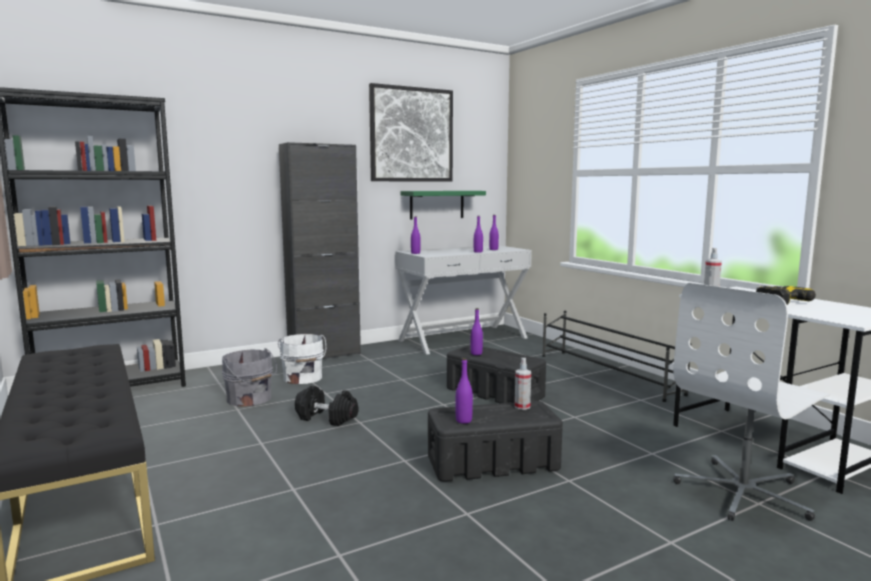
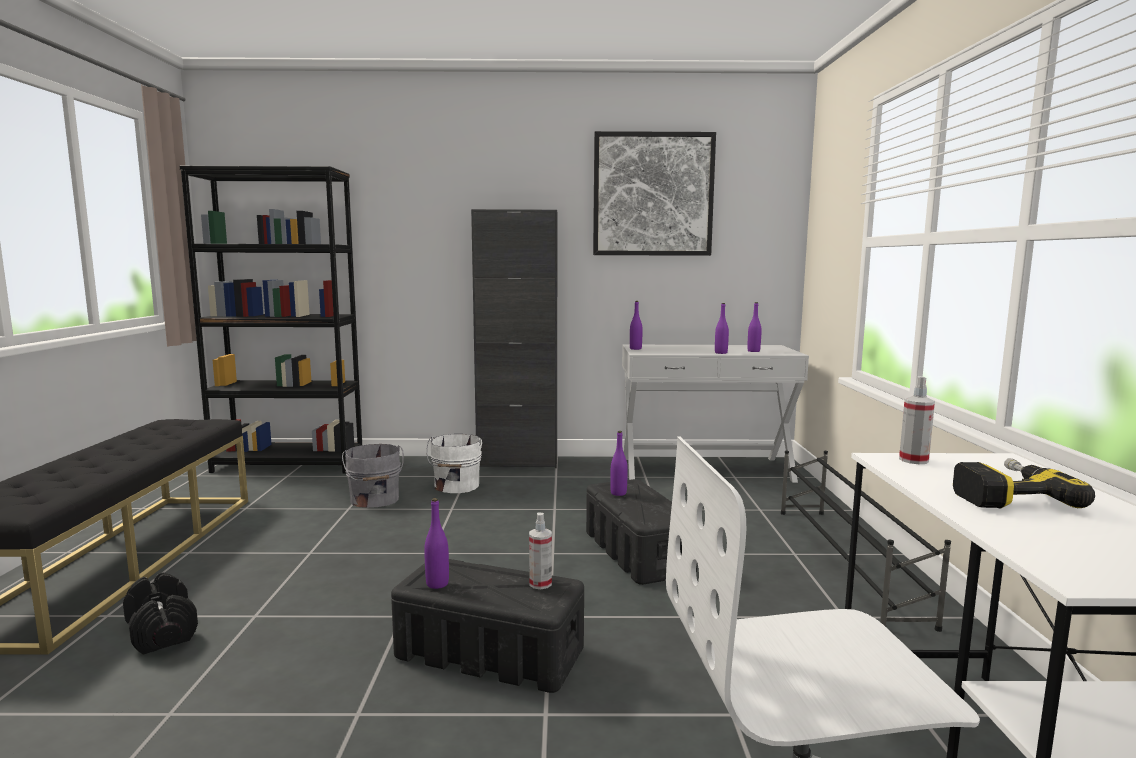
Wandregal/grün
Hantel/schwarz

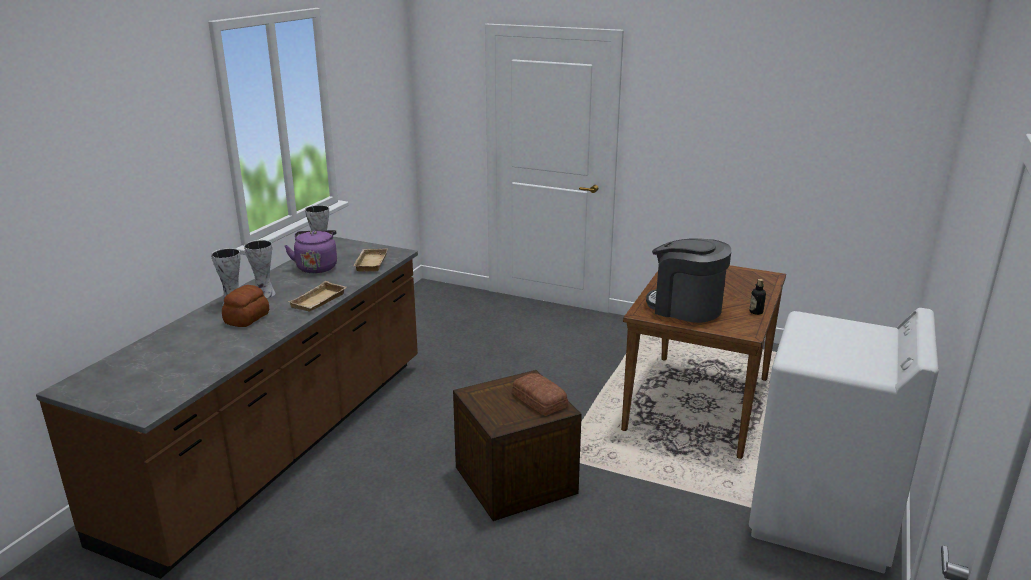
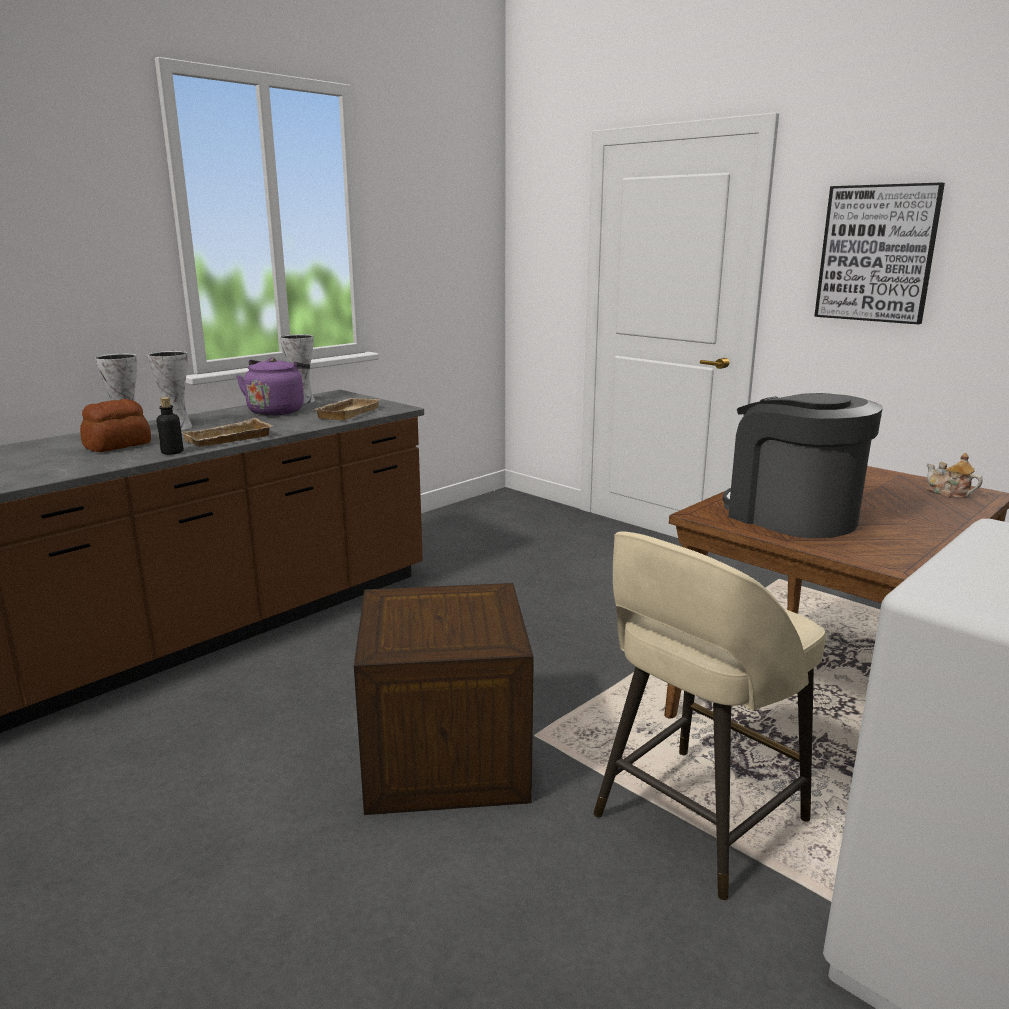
Brot (2nd from left in the first image)
Hocker/beige
Bild
Teekanne
Flasche

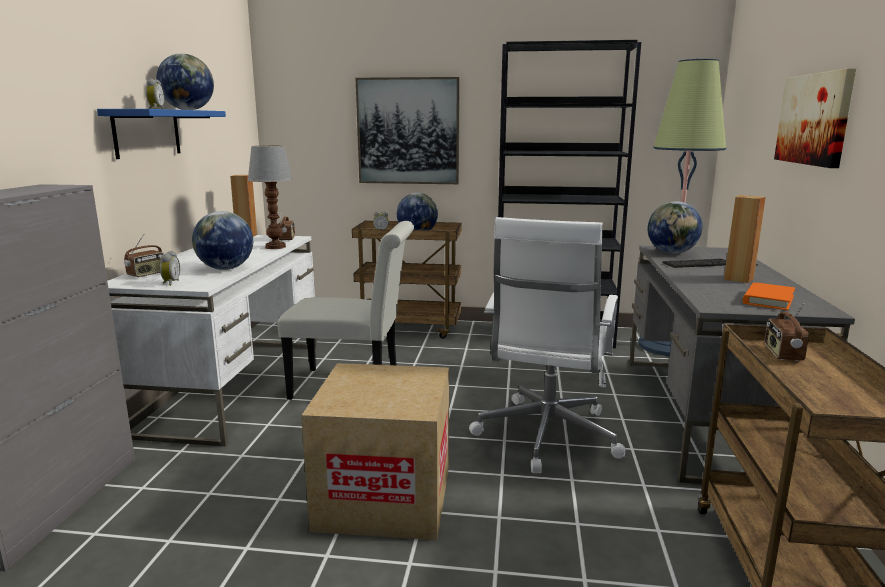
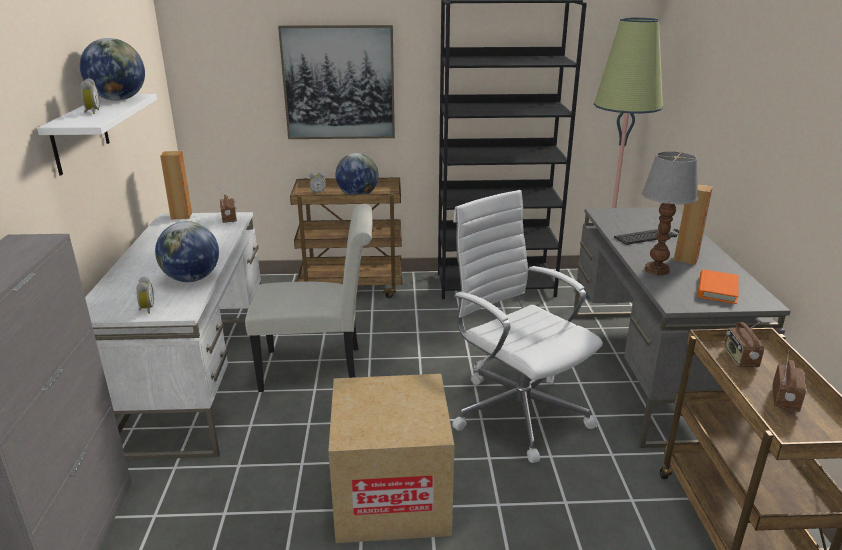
Globus (4th from left in the first image)
Bild (2nd from left in the first image)
Radio (3rd from left)
Tischlampe
Wandregal/weiß
Bürostuhl/weiß

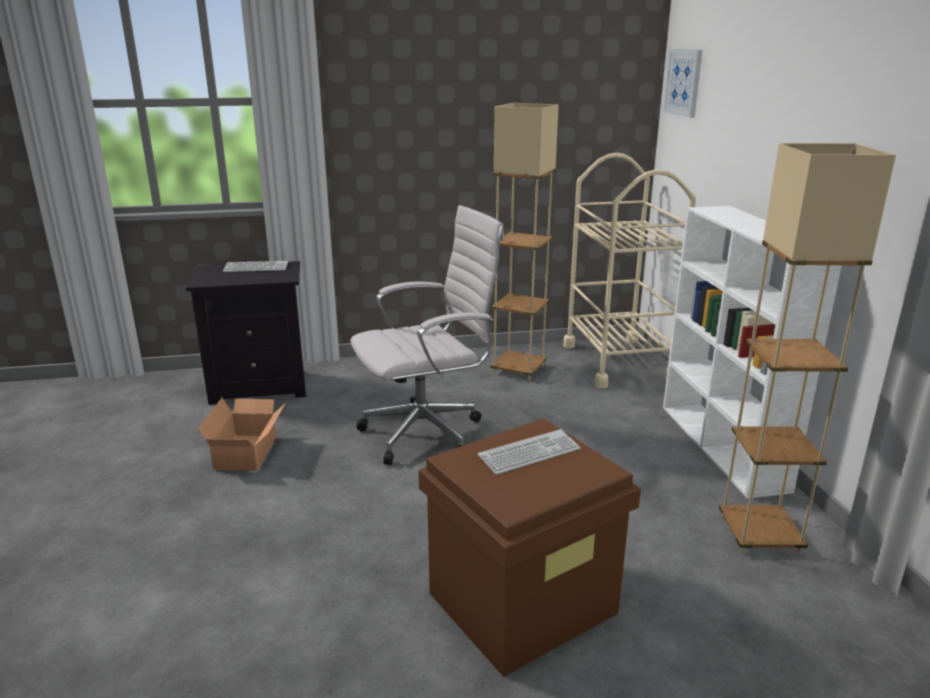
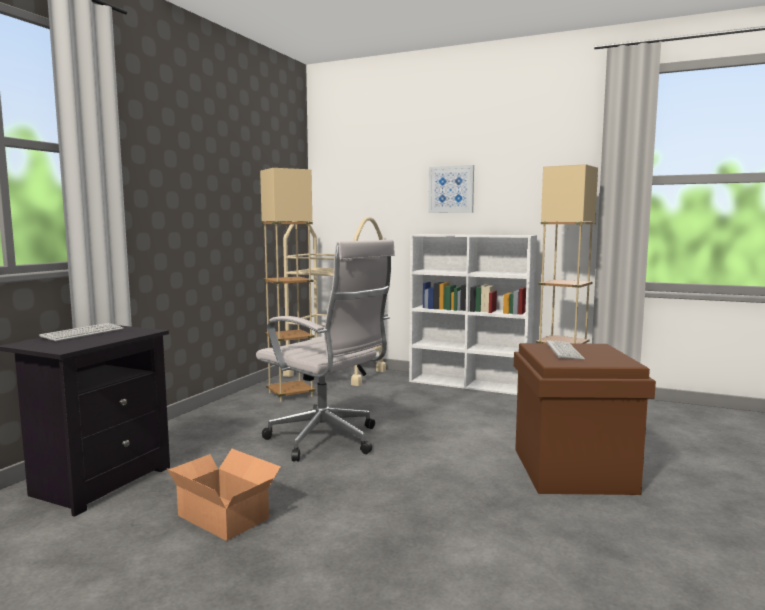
Bild
Bürostuhl/weiß

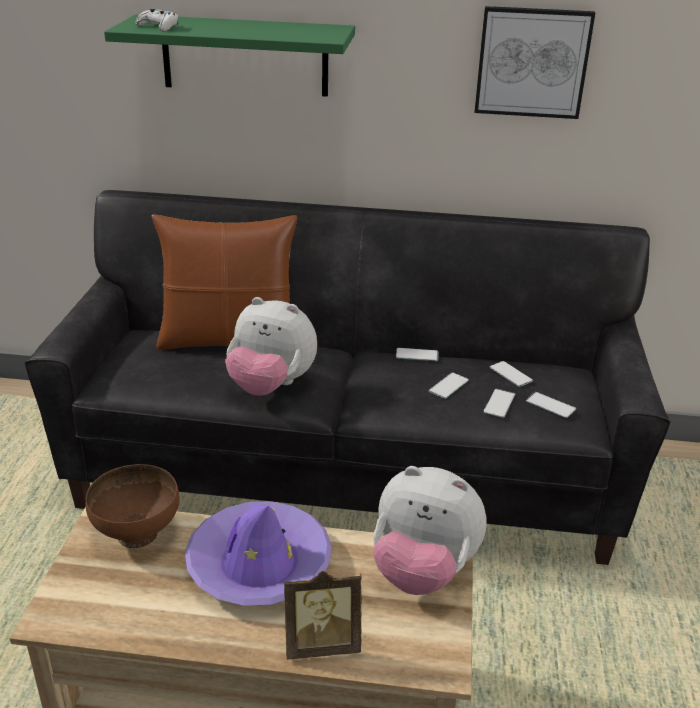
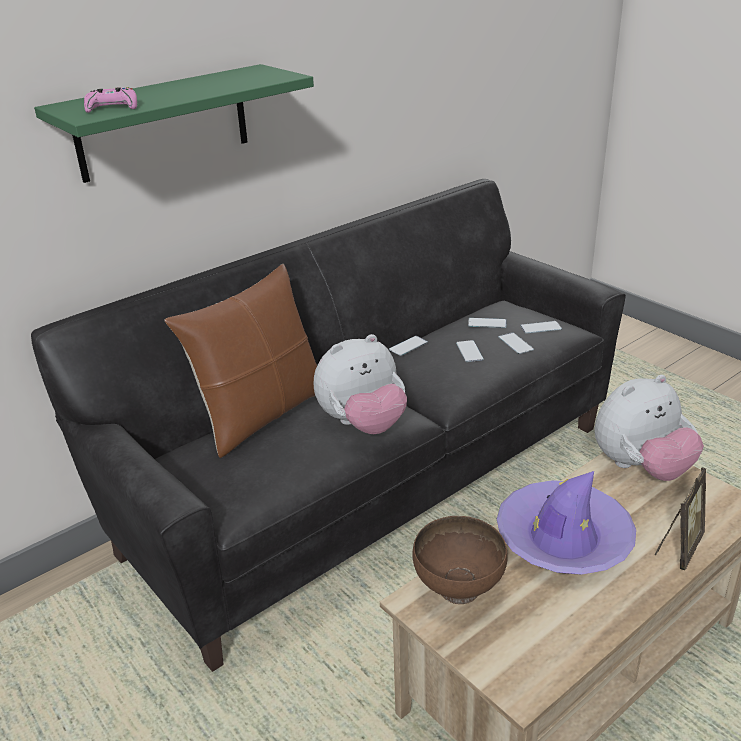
Bild
Gamepad/rosa

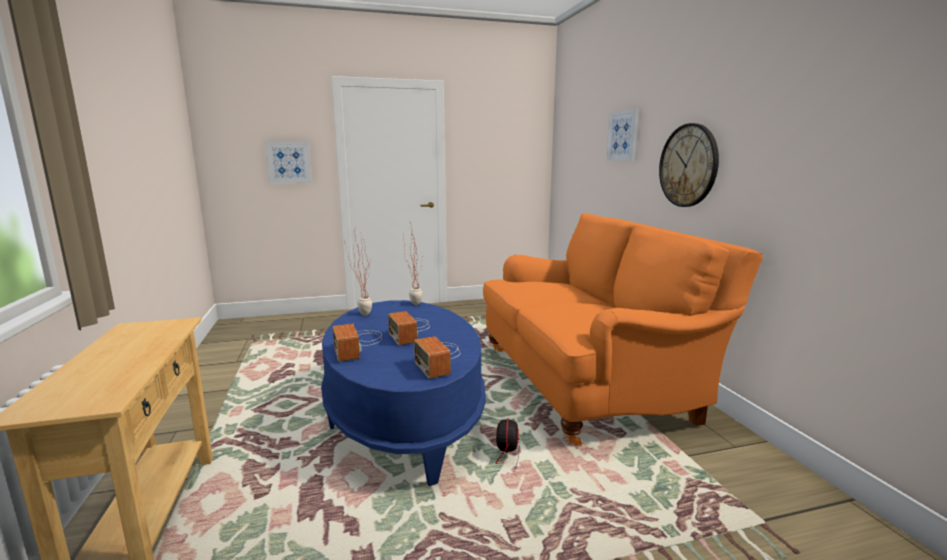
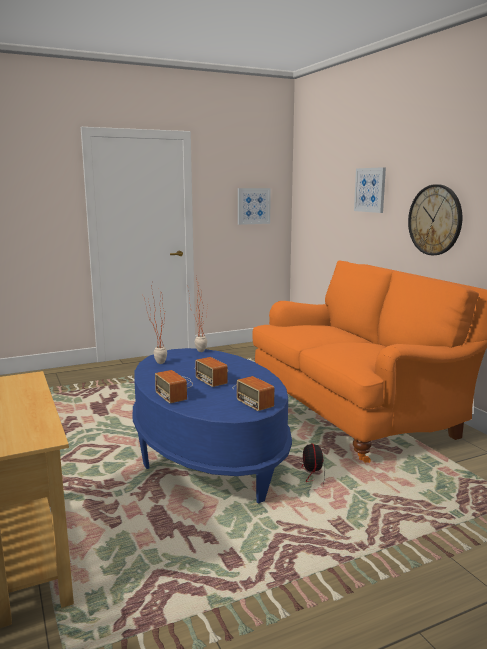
Bild (1st from left)

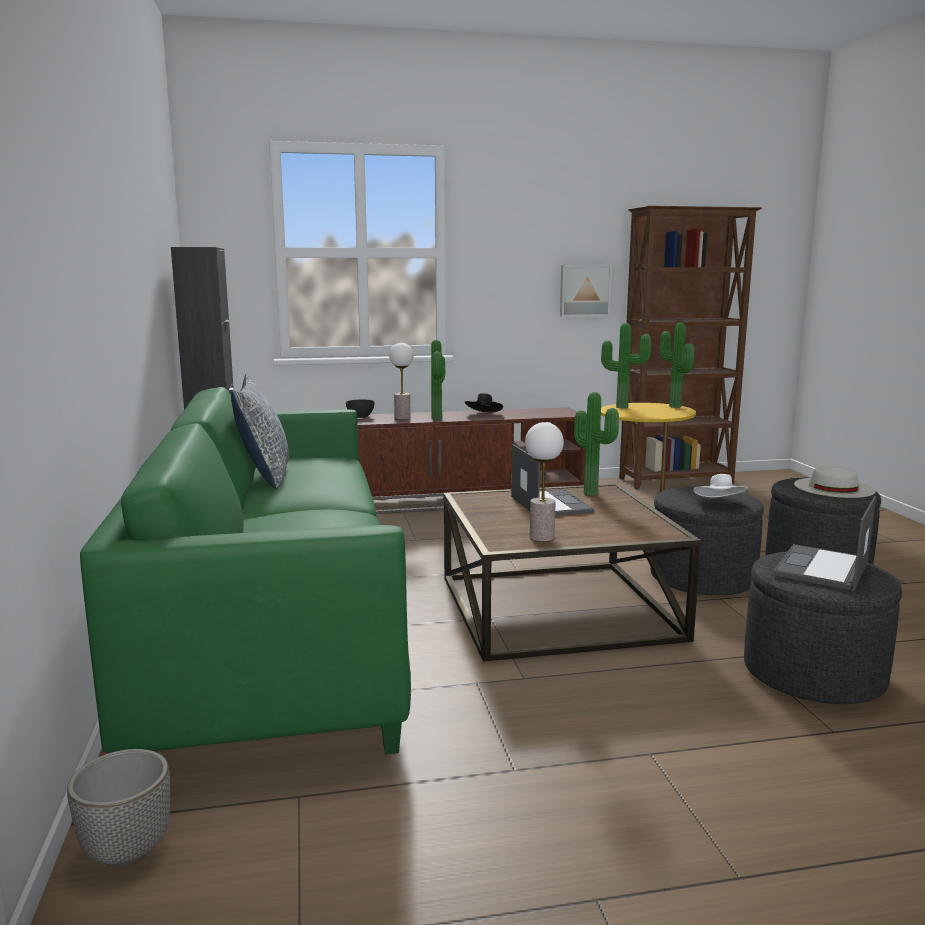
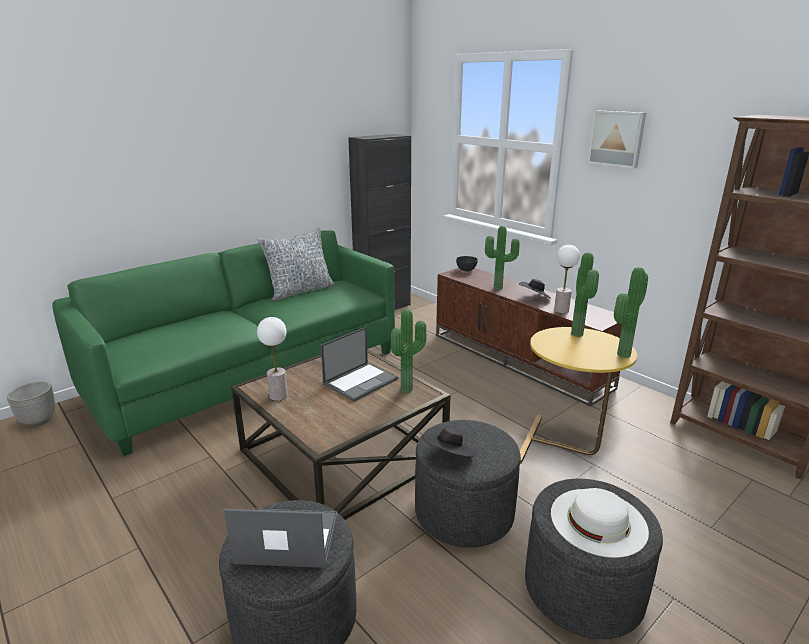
Tischlampe (2nd from left)
Bild
Hut/schwarz (1st from left)

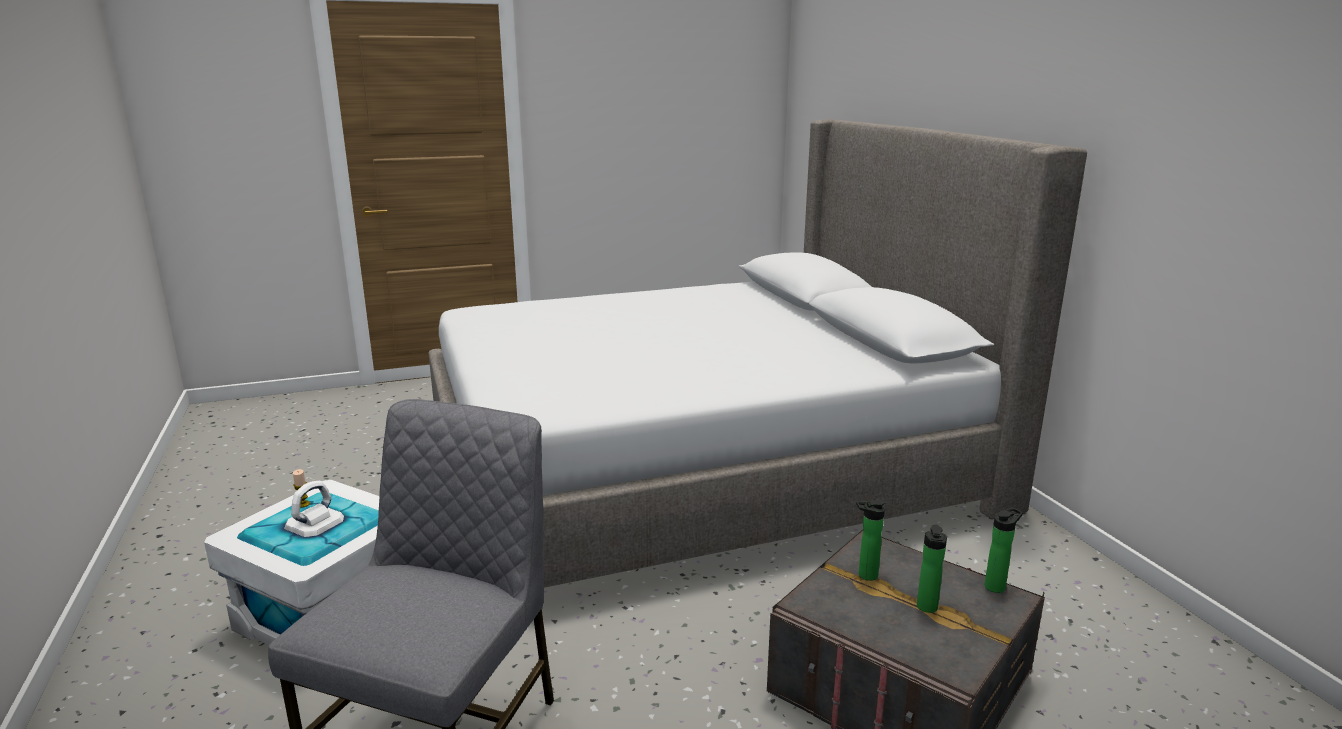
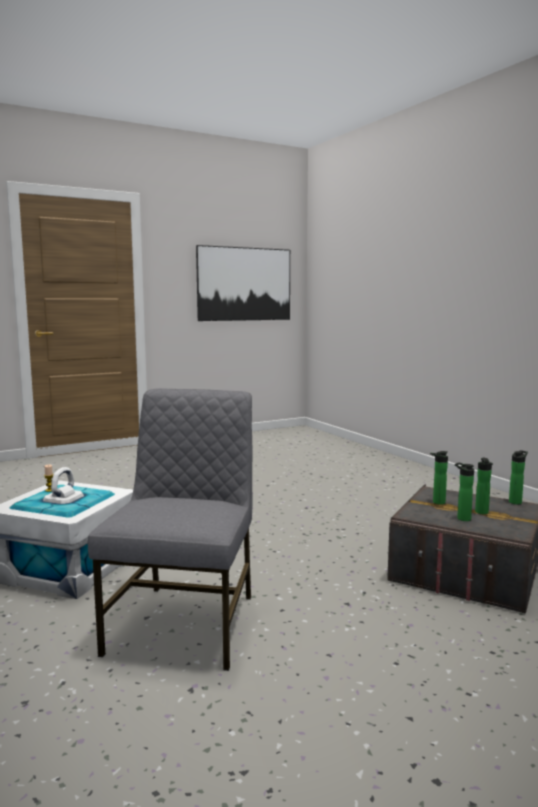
Bett
Bild
Flasche (2nd from left)

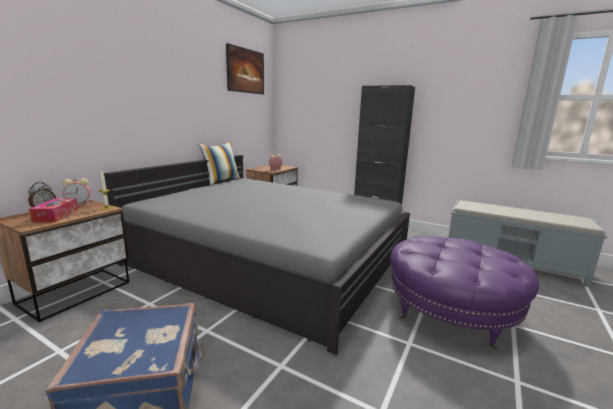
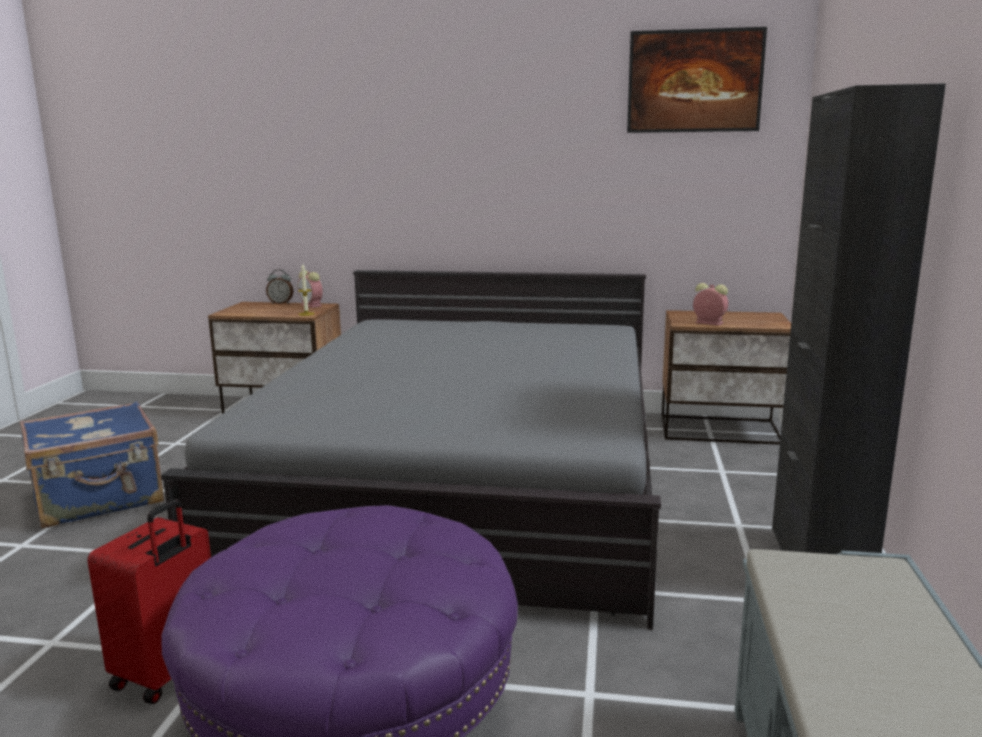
Taschentuchbox
Kissen
Koffer/rot

